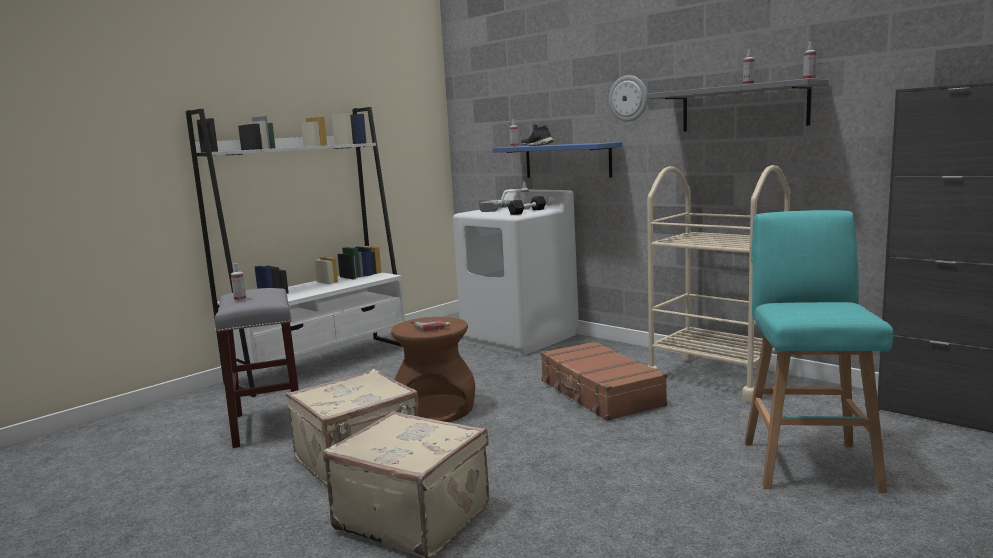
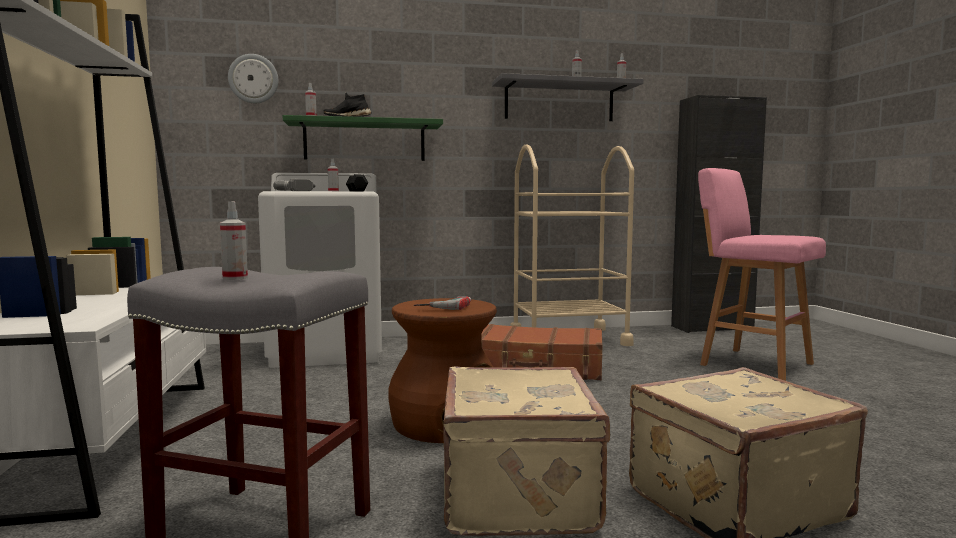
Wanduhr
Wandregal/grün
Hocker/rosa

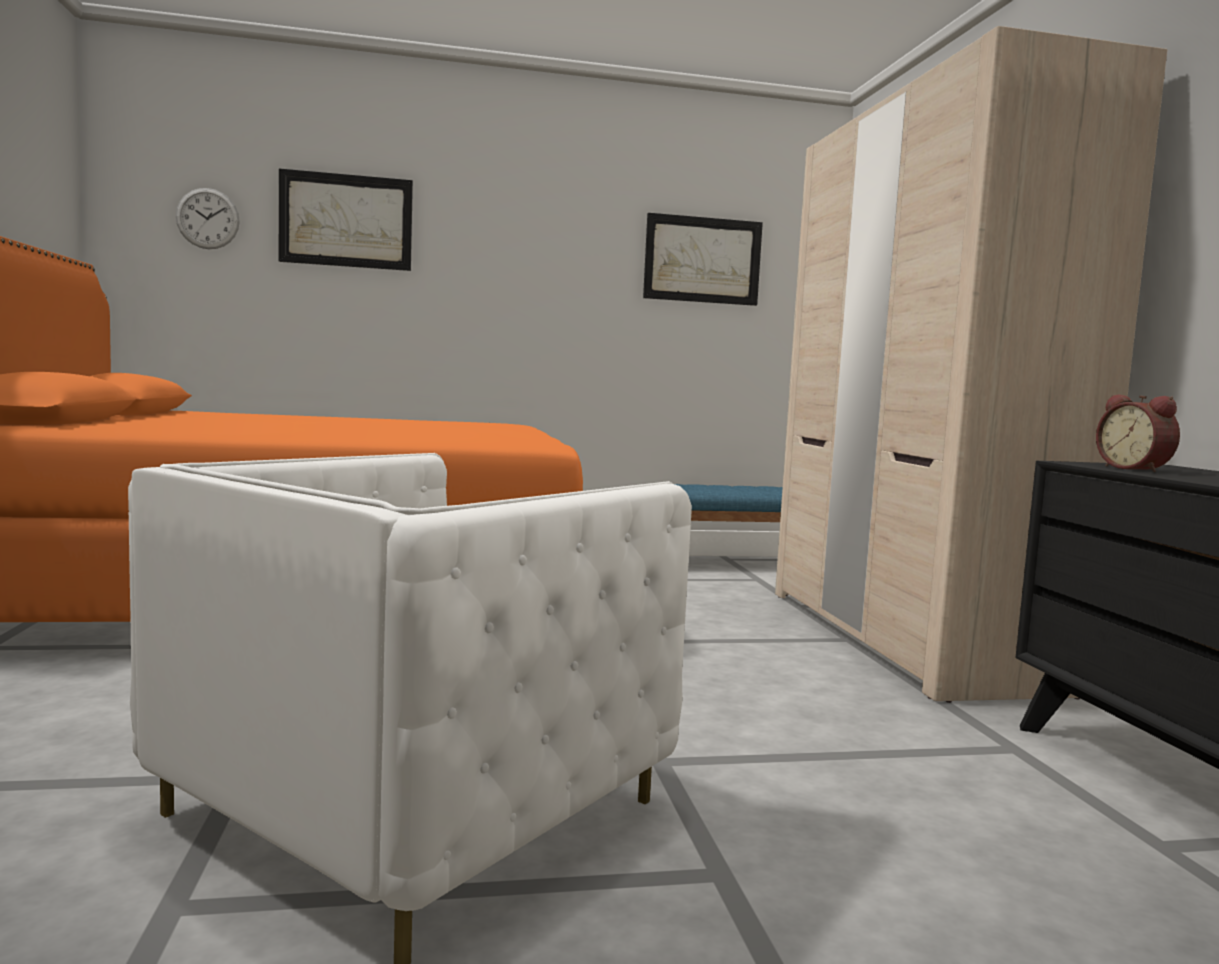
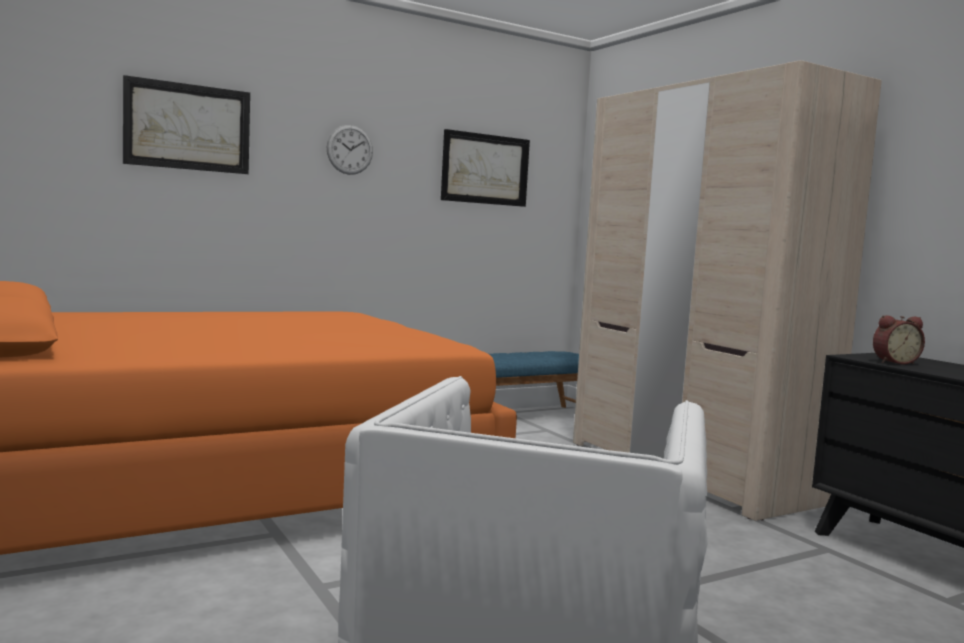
Wanduhr
Wecker

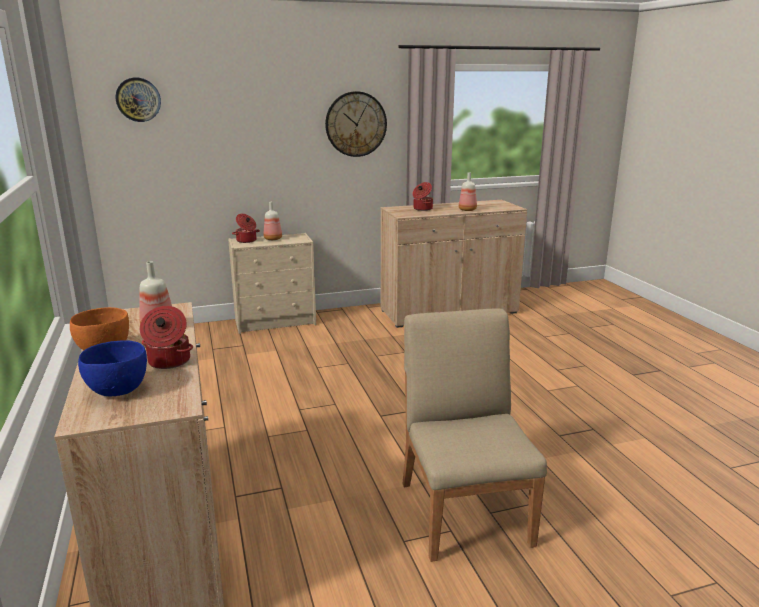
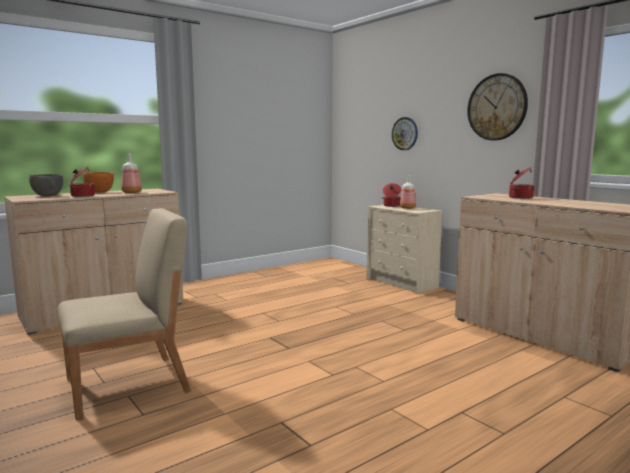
Flasche (3rd from left in the first image)
Wanduhr (1st from left)
Schüssel/grau

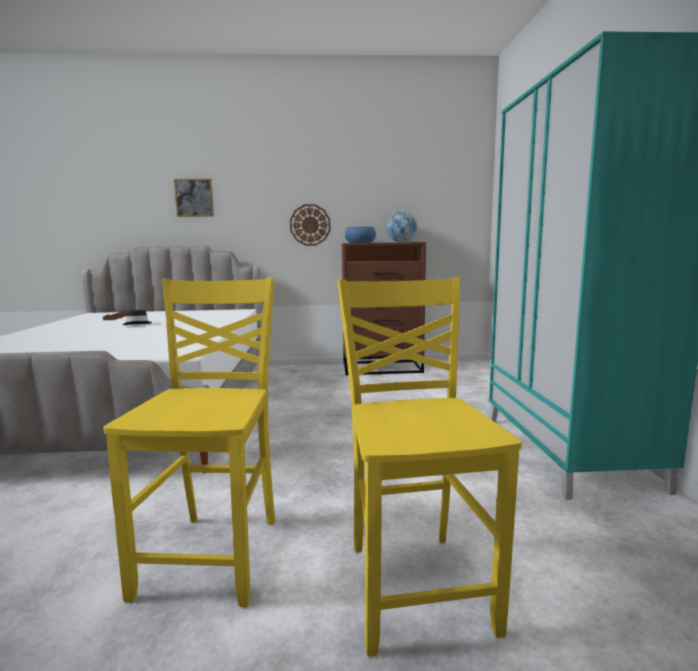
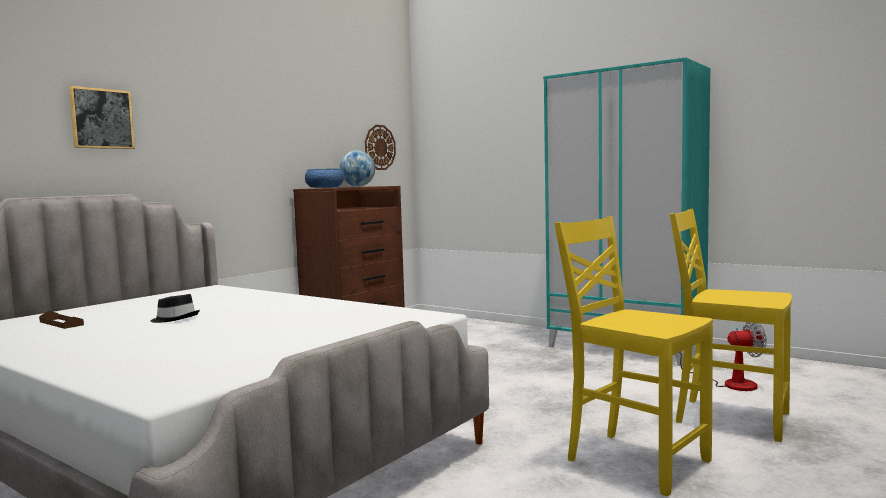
Ventilator
Wanduhr

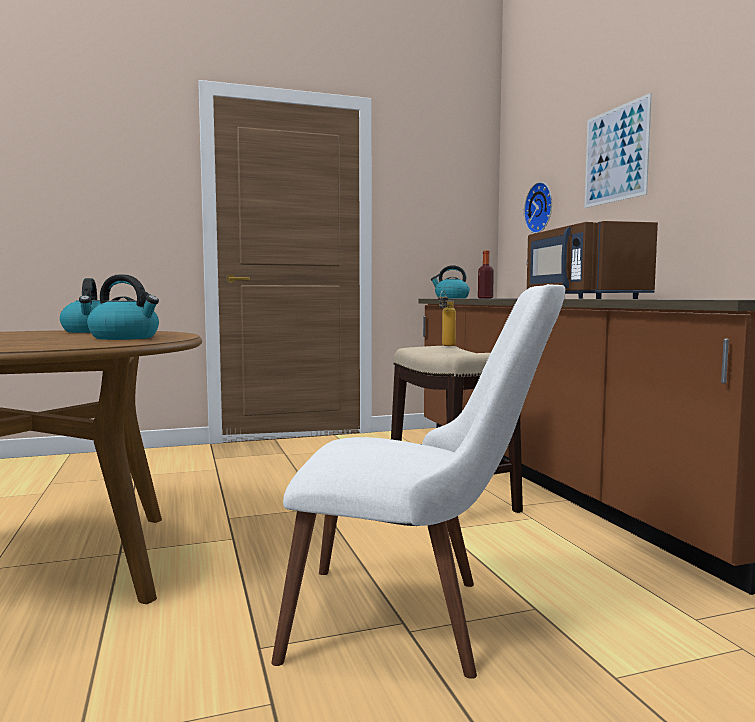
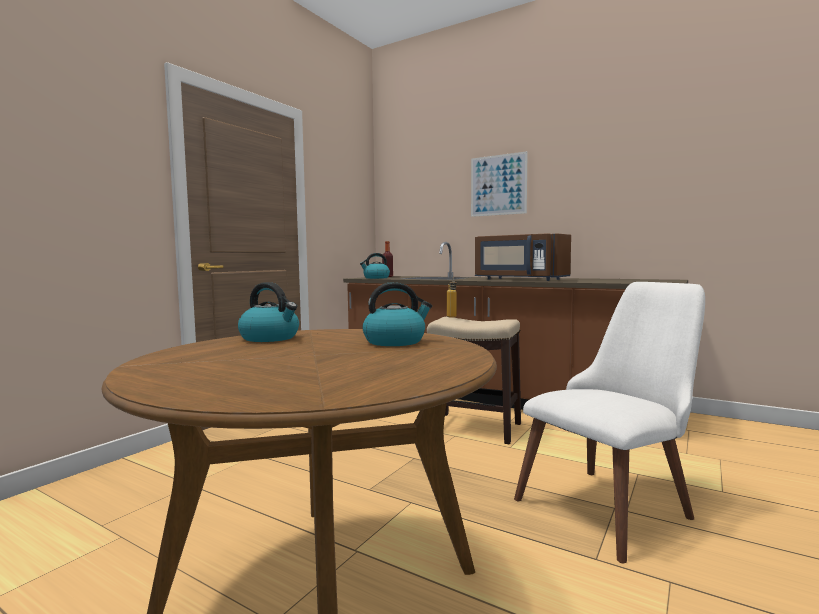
Wanduhr

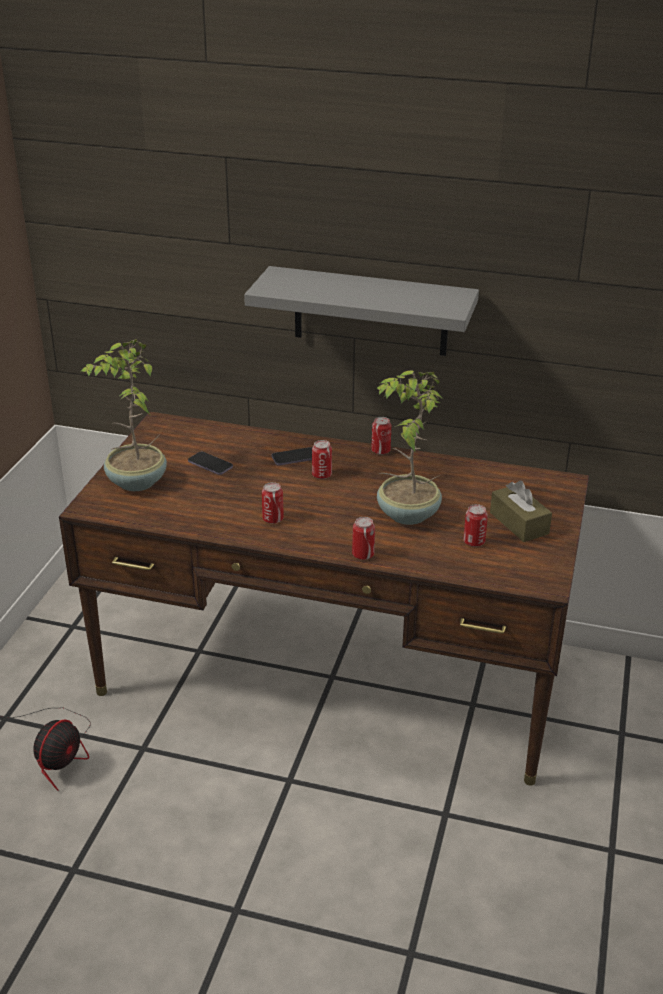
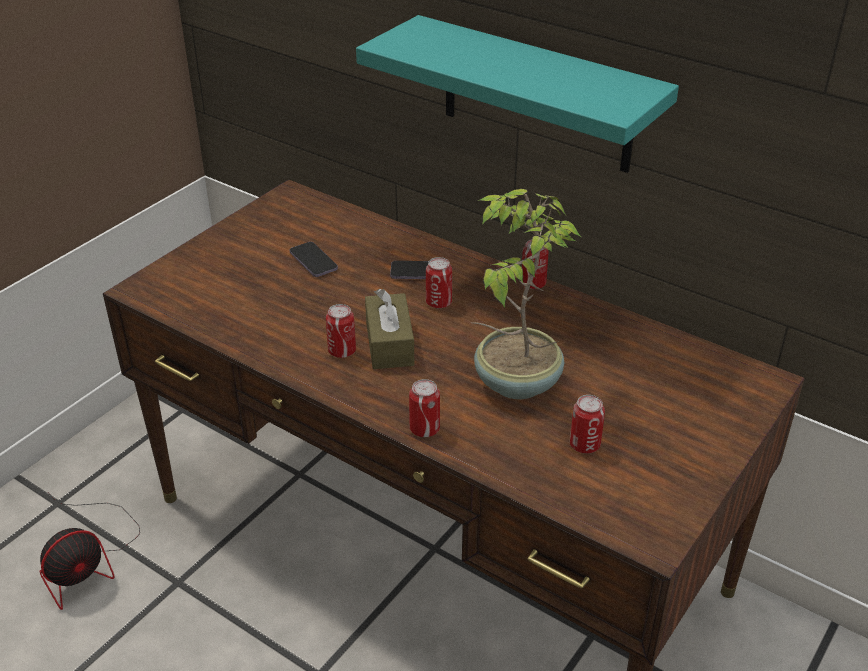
Topfpflanze (1st from left in the first image)
Taschentuchbox/braun
Wandregal/türkis

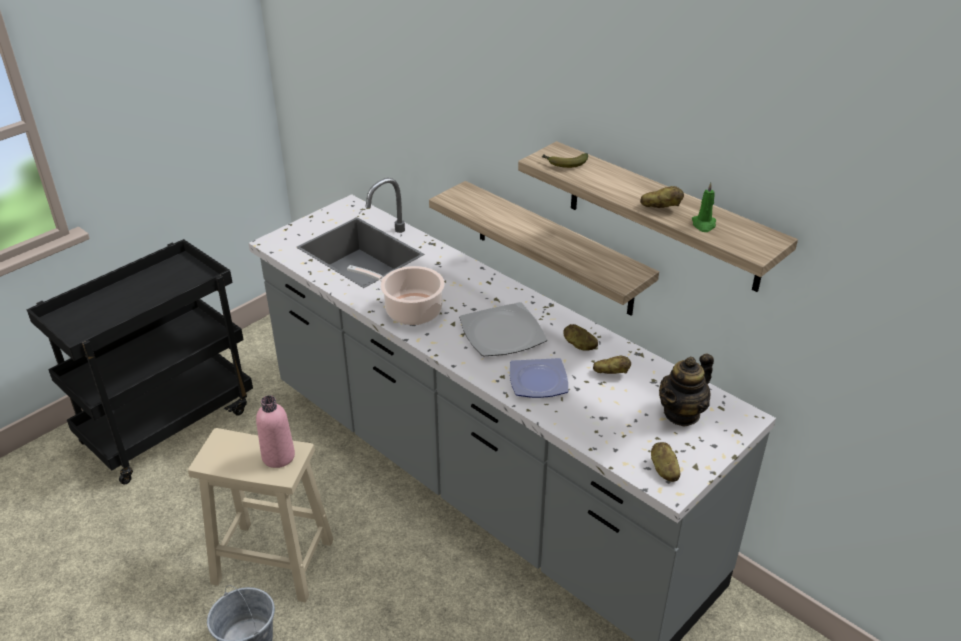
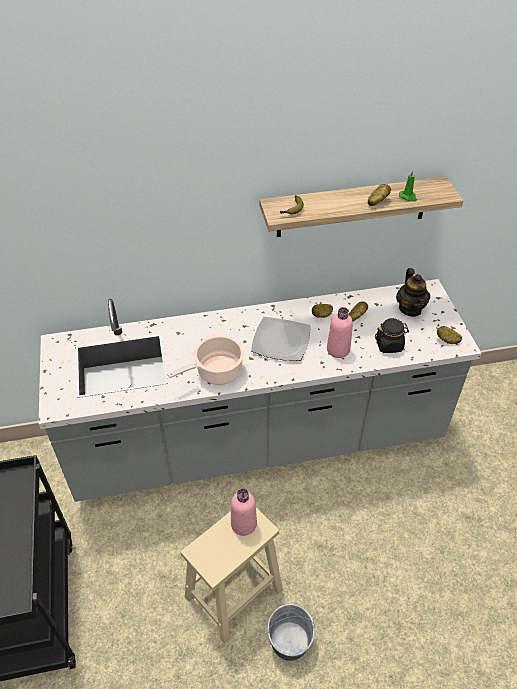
Wandregal (1st from left in the first image)
Vorratsglas/schwarz
Flasche/rosa (2nd from left)

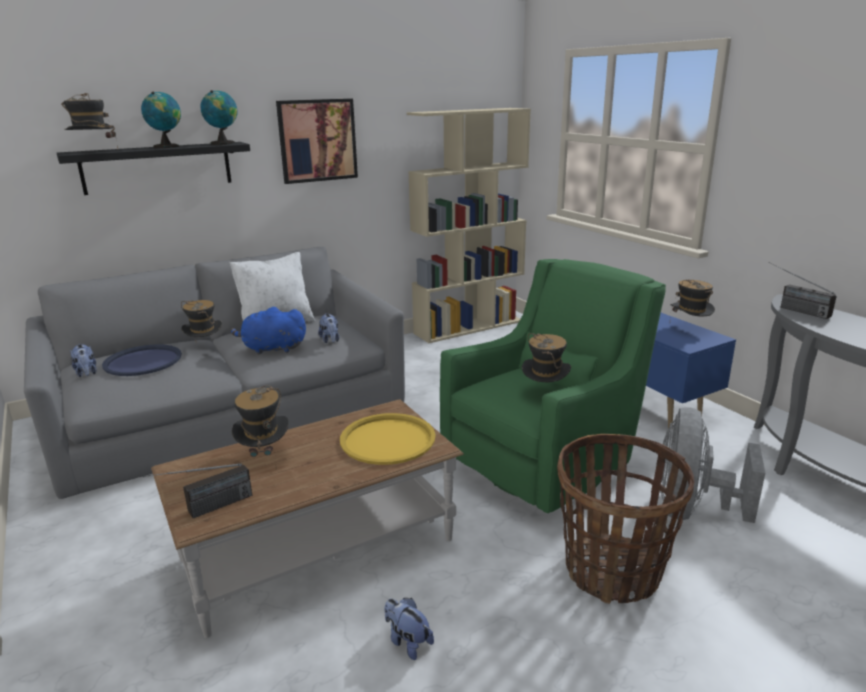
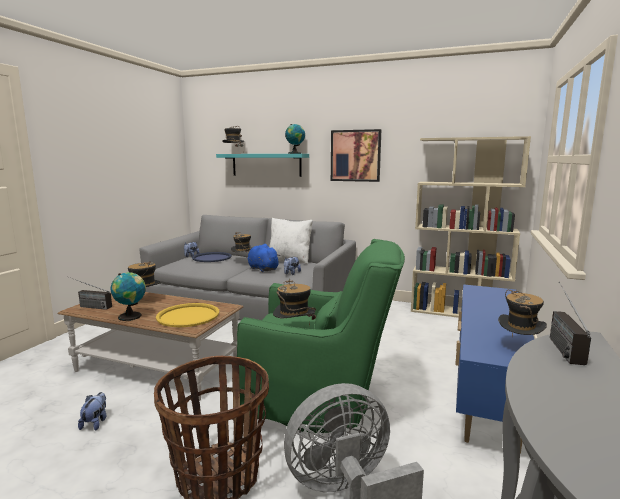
Globus (1st from left)
Wandregal/türkis

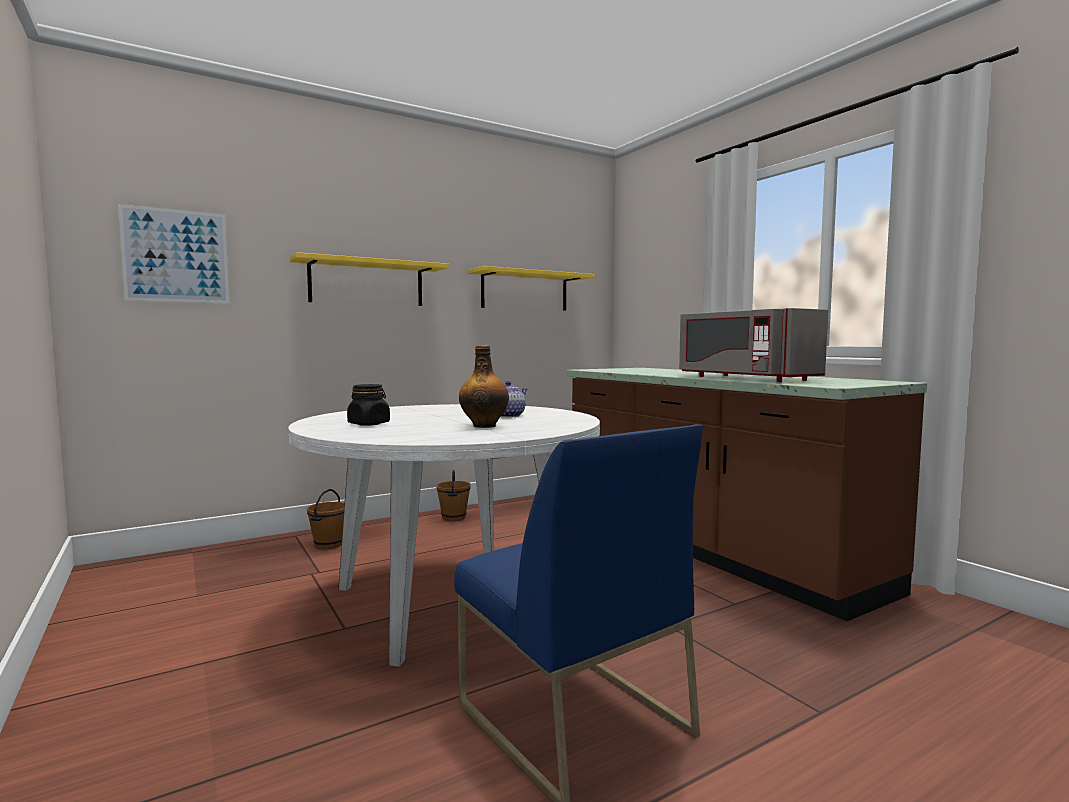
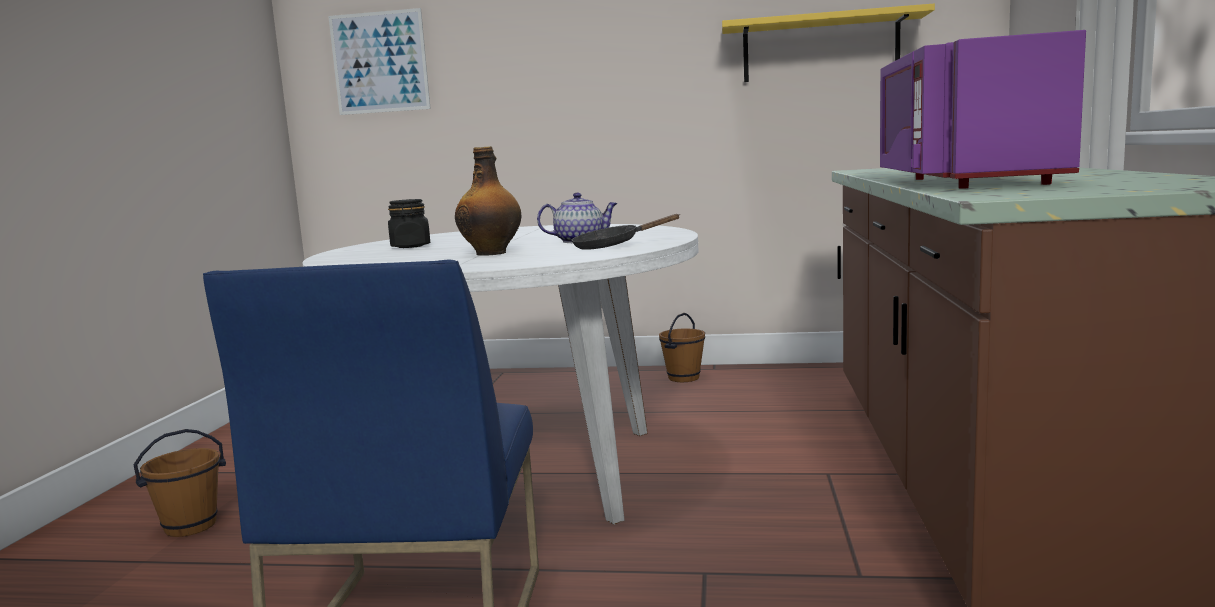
Wandregal/gelb (1st from left in the first image)
Pfanne/schwarz
Eimer/braun (1st from left)
Mikrowelle/lila

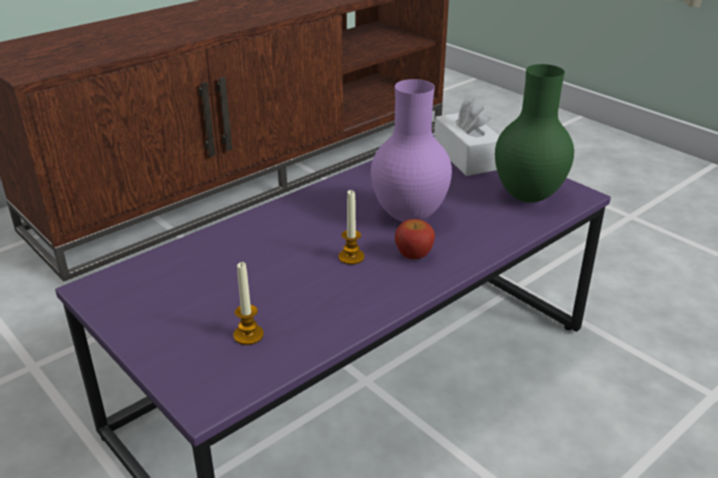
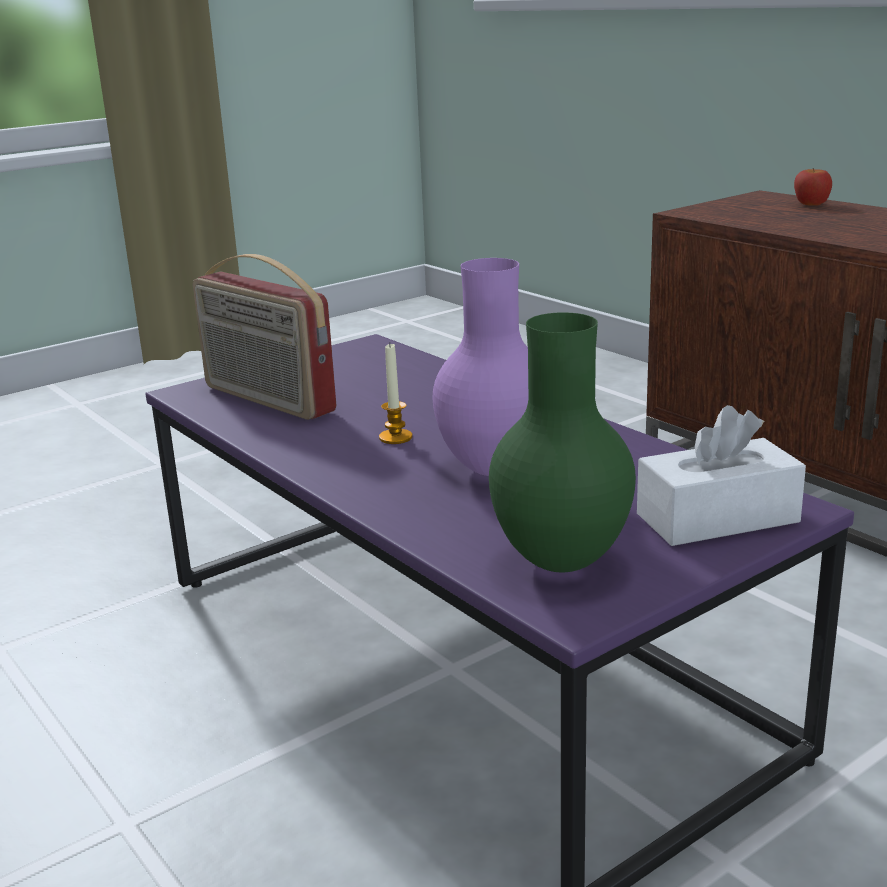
Apfel
Radio

